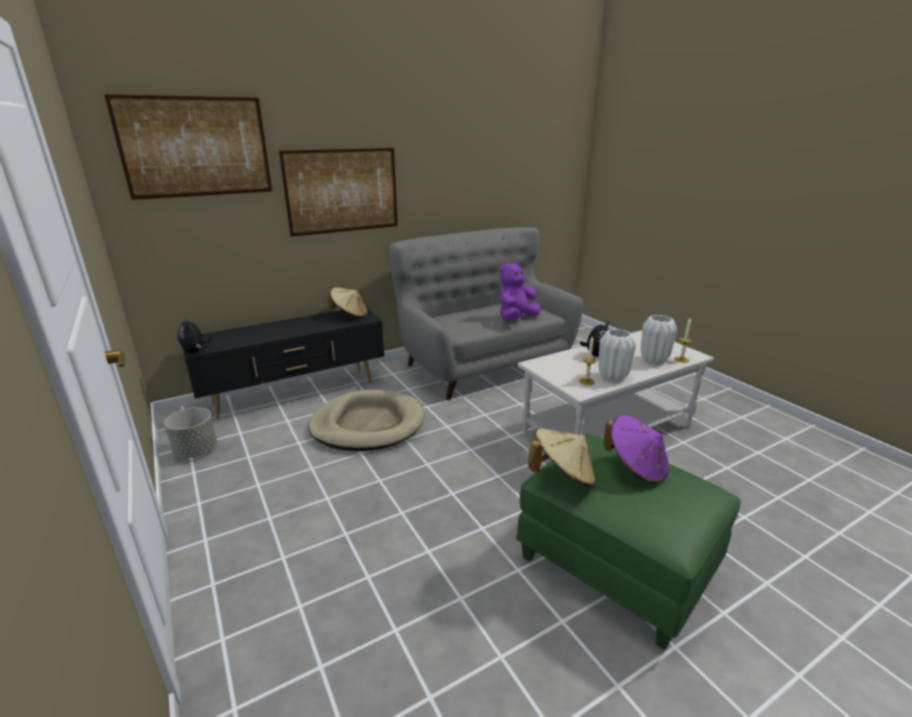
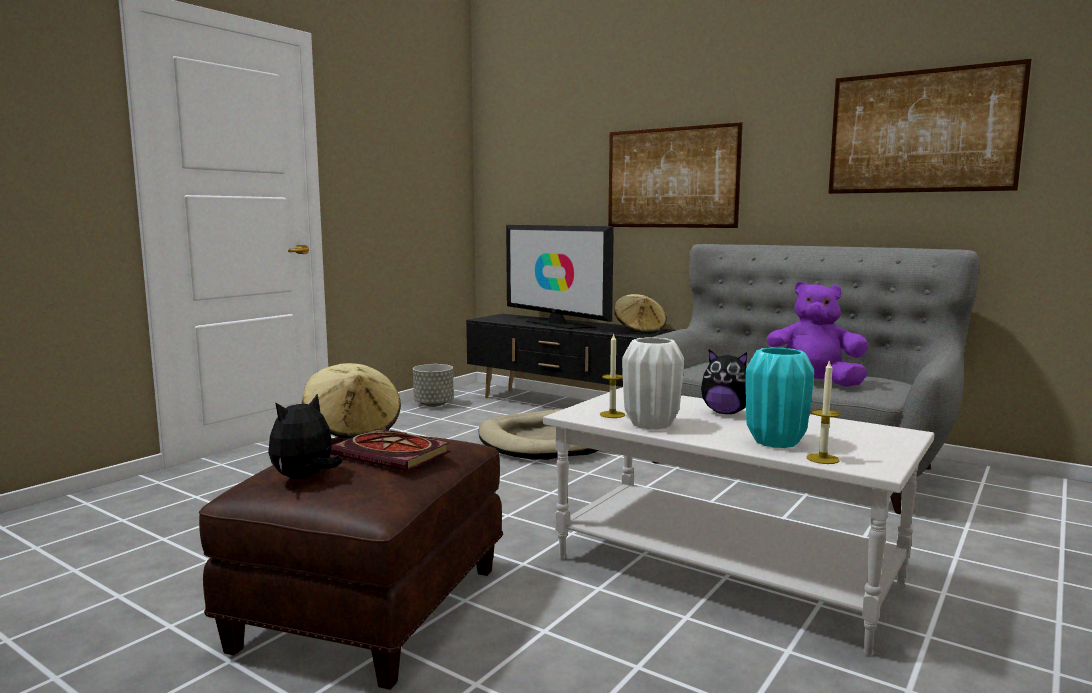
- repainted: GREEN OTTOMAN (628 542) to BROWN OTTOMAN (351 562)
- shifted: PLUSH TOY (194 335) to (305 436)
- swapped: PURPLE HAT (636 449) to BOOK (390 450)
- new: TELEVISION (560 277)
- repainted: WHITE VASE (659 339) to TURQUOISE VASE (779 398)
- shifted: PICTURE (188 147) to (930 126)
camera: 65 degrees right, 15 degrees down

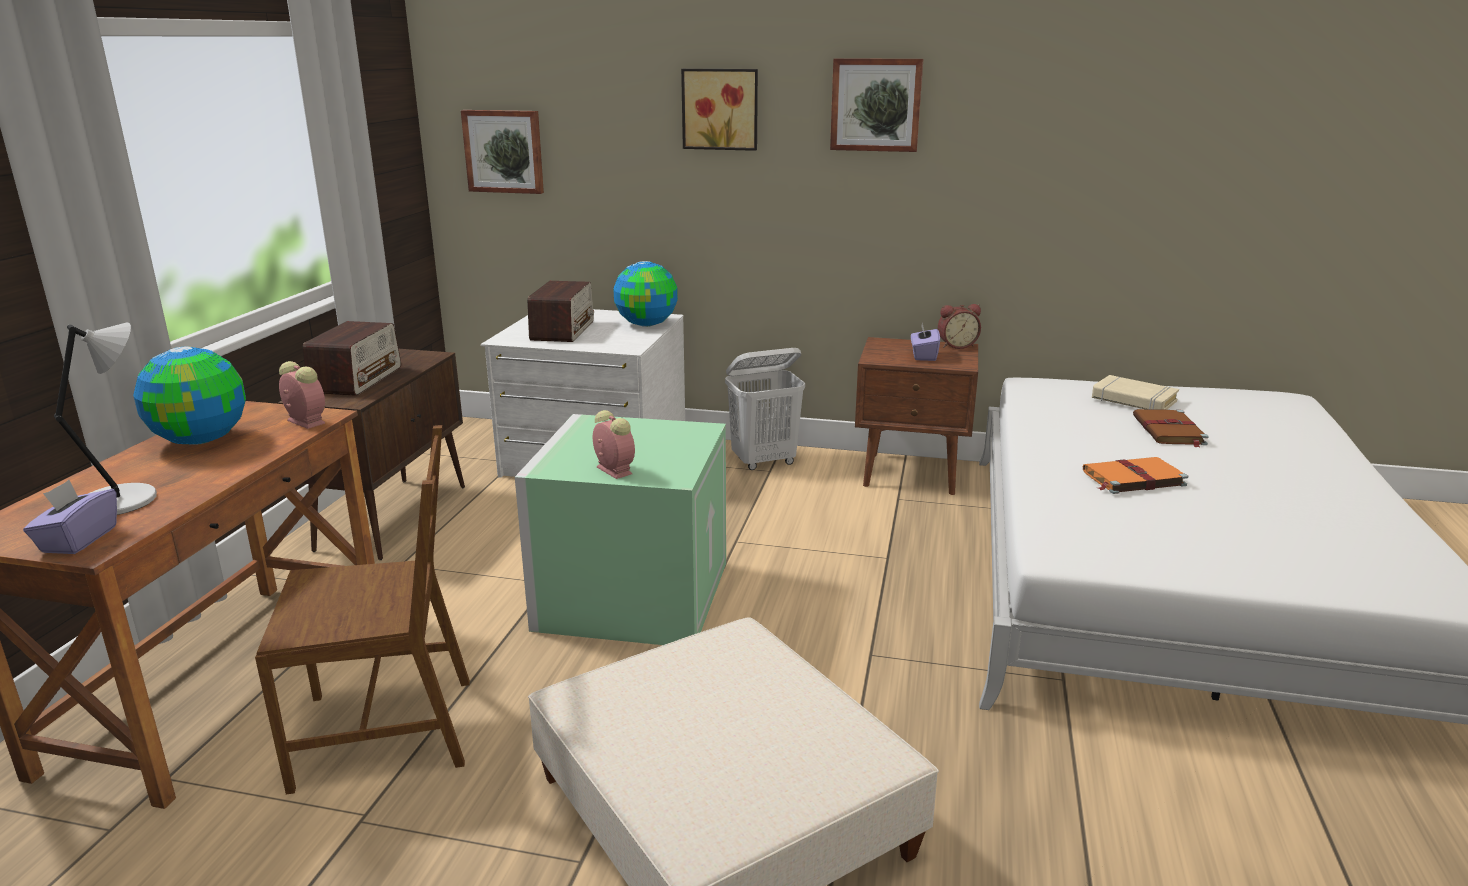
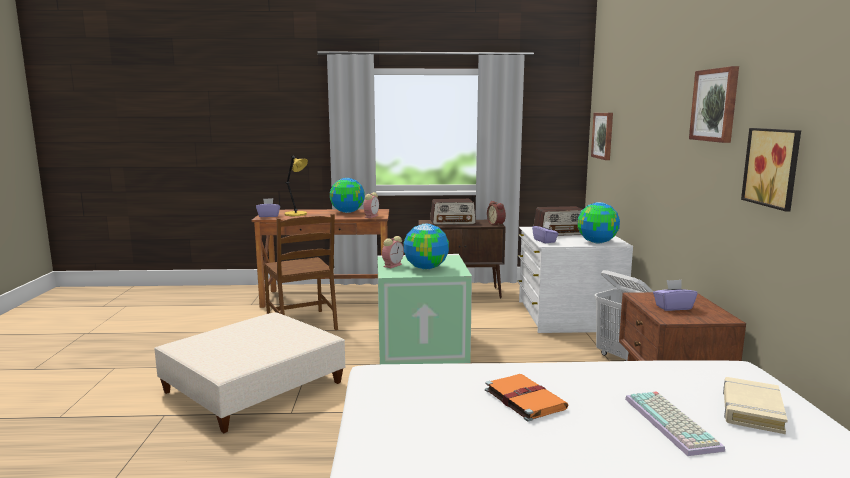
- repainted: GREY TABLE LAMP (105 418) to YELLOW TABLE LAMP (296 186)
- new: GLOBE (426 247)
- shifted: ALARM CLOCK (959 326) to (496 213)
- new: PURPLE TISSUE BOX (545 232)
- swapped: BROWN BOOK (1171 428) to KEYBOARD (675 423)
- shifted: PICTURE (719 110) to (771 169)
camera: 75 degrees right, 10 degrees down

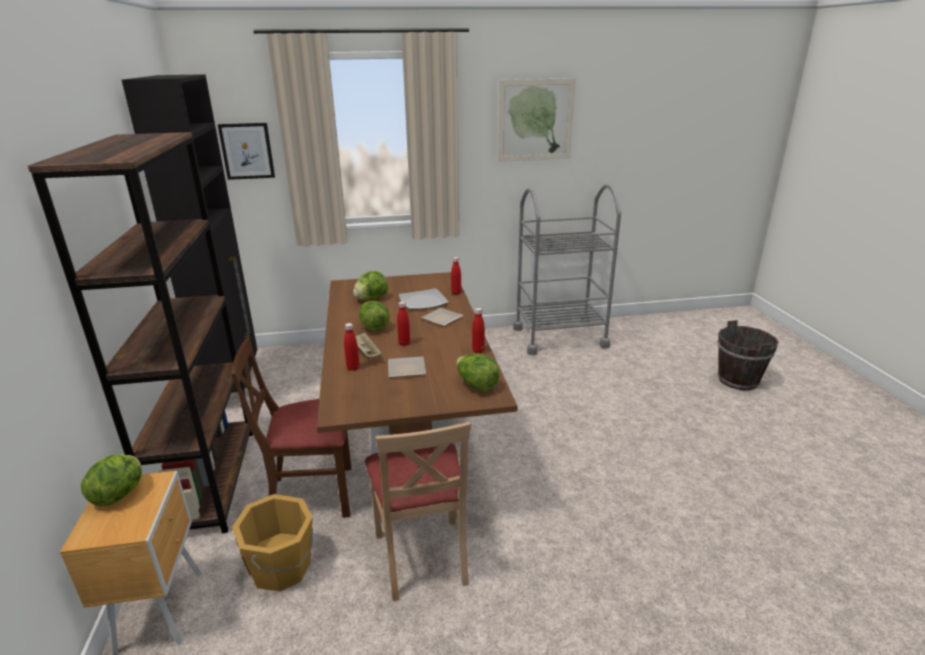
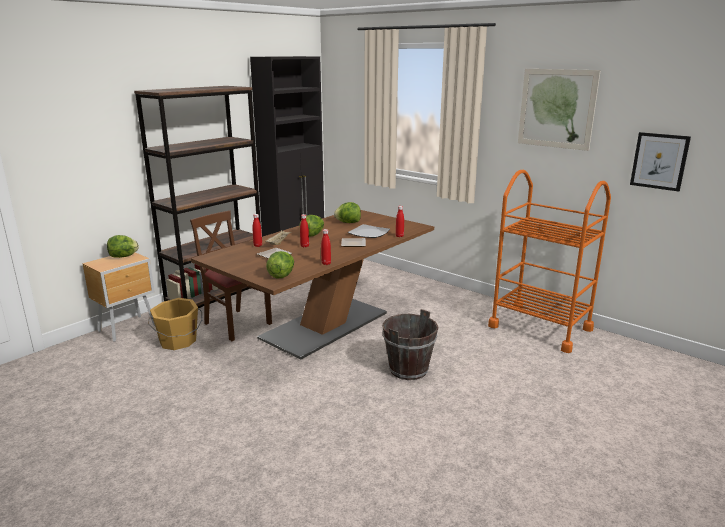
- shifted: BROWN BUCKET (748 355) to (410 344)
- repainted: GREY CART (567 269) to ORANGE CART (549 261)
- shifted: PICTURE (246 151) to (660 162)
- gone: BEIGE CHAIR (418 511)
camera: 50 degrees right, 5 degrees down

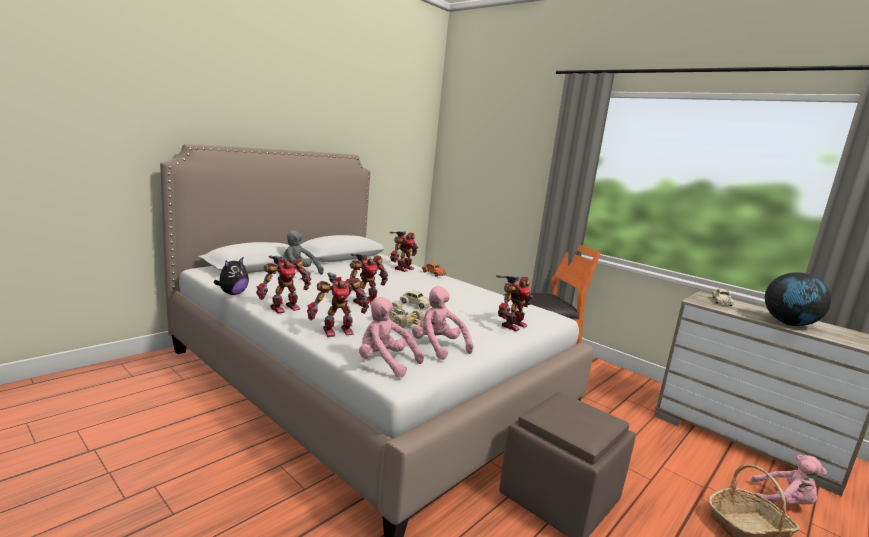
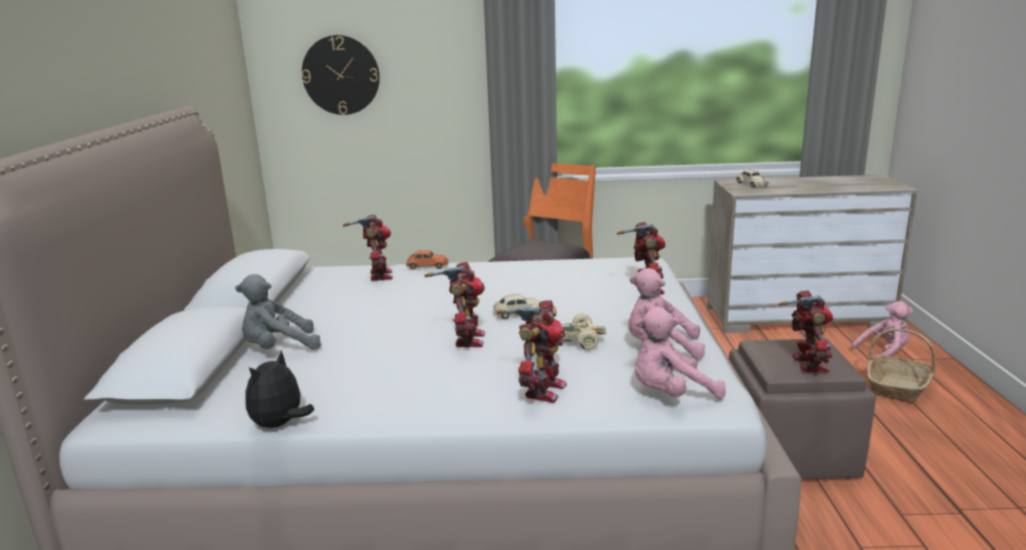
- rotated: PLUSH TOY (231 275) = (279 389) 135 degrees counterclockwise
- new: WALL CLOCK (341 75)
- shifted: TOY ROBOT (283 284) to (806 331)
- gone: GLOBE (798 299)
camera: 40 degrees left, 5 degrees up

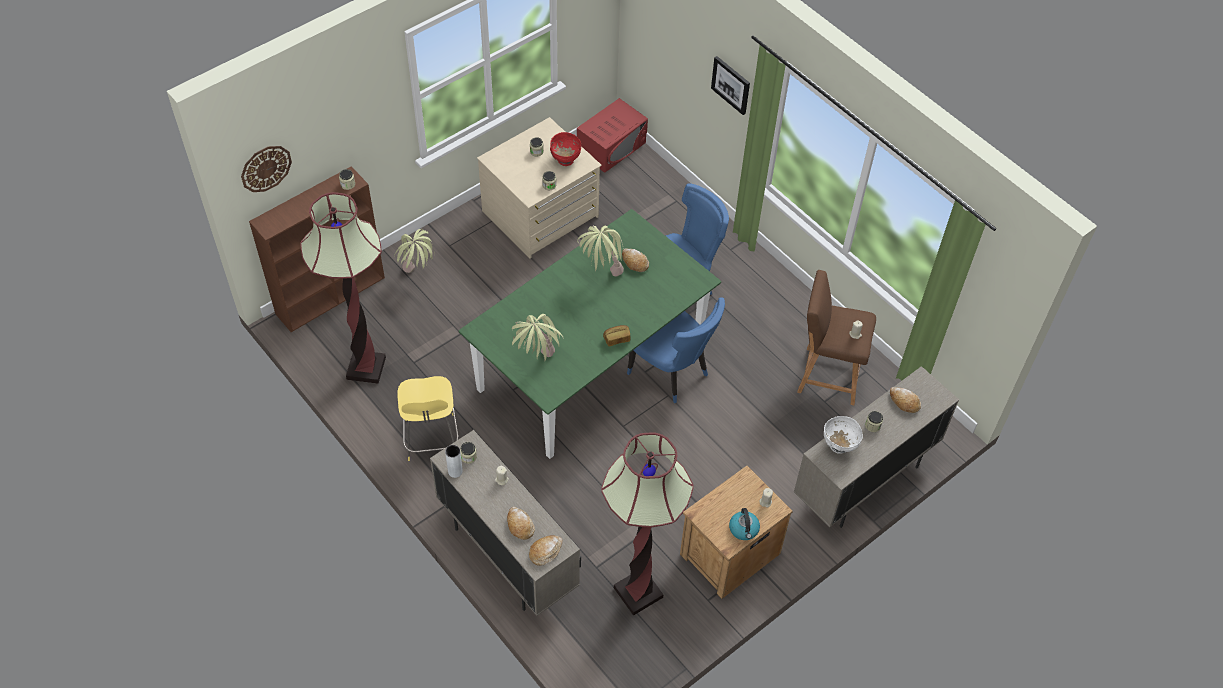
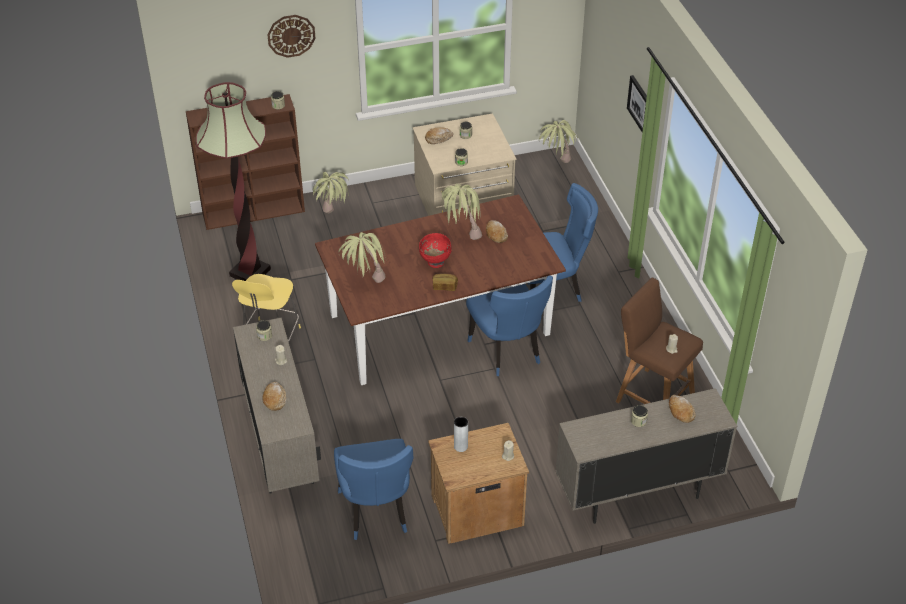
- shifted: WALL CLOCK (266 169) to (291 36)
- repainted: GREEN DINING TABLE (590 334) to BROWN DINING TABLE (440 289)
- swapped: FLOOR LAMP (647 524) to BLUE CHAIR (373 489)
- shifted: RED BOWL (565 149) to (435 250)
- shifted: BREAD (546 550) to (439 135)
- shifted: GREY VASE (454 461) to (461 434)
- swapped: RED MICROWAVE (612 135) to POTTED PLANT (558 141)
- gone: KETTLE (744 524)
- gone: WHITE BOWL (843 435)
camera: 25 degrees right, 10 degrees down

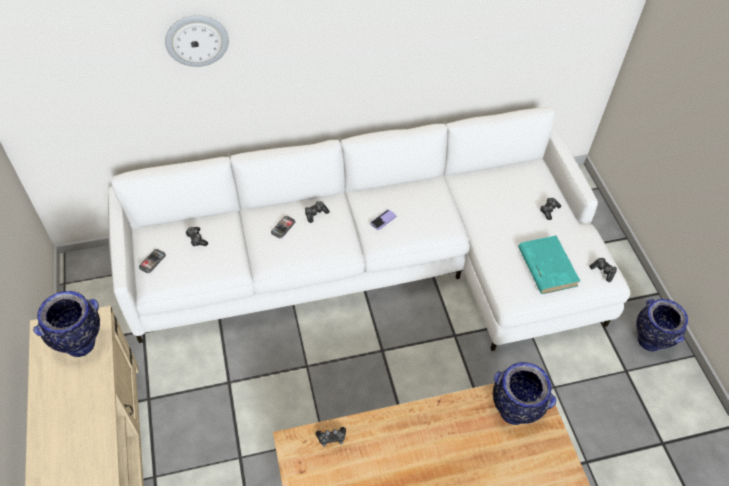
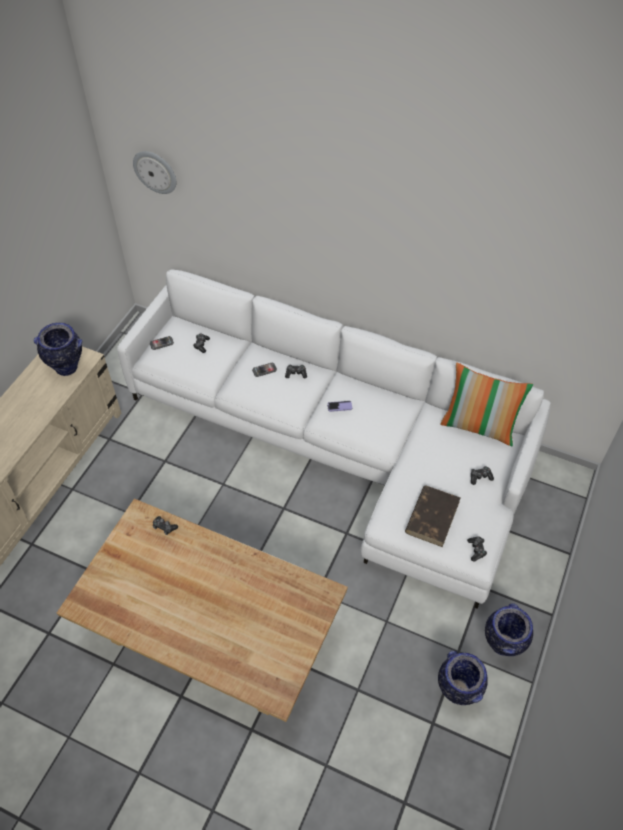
- shifted: WALL CLOCK (197 41) to (154 172)
- repainted: TURQUOISE BOOK (549 265) to BROWN BOOK (432 516)
- shifted: VASE (524 393) to (463 677)
- new: PILLOW (486 404)
camera: 40 degrees right, 0 degrees up

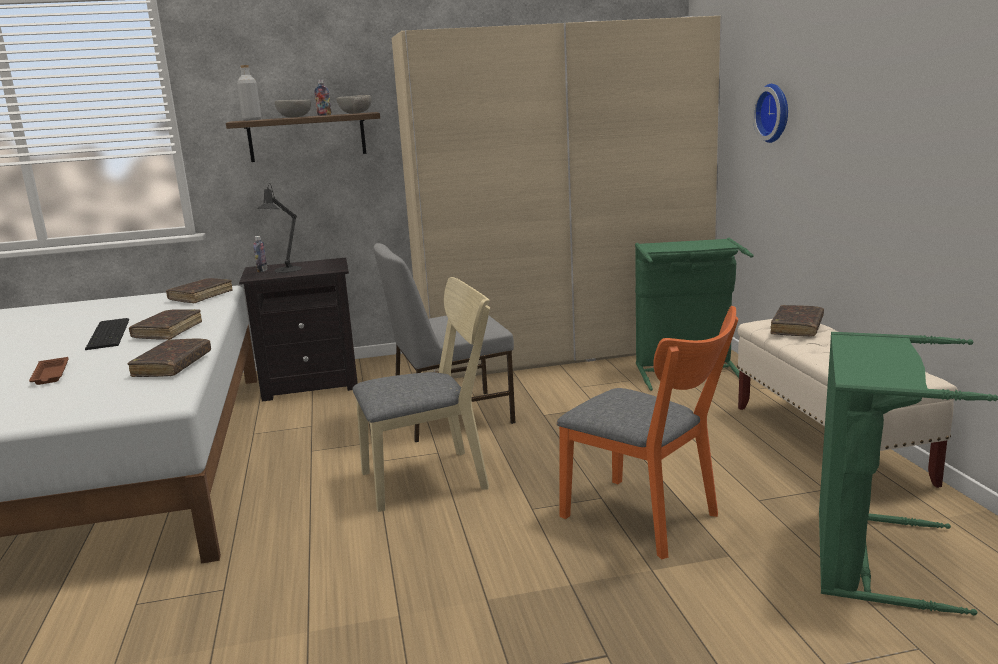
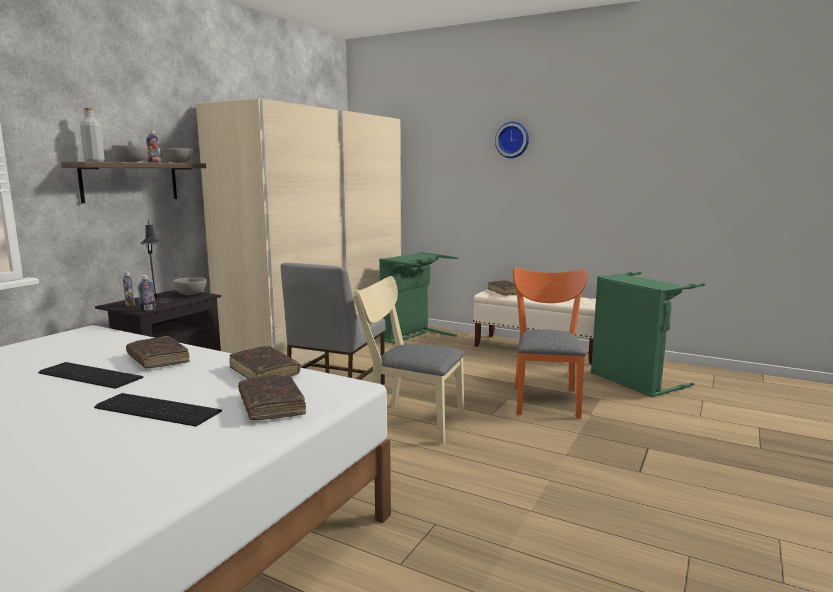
- swapped: BROWN TRAY (49 371) to KEYBOARD (158 410)
- new: BOTTLE (147 293)
- new: GREY BOWL (190 286)
- shifted: BROWN BOOK (199 290) to (272 396)
- rotated: BEIGE CHAIR (421 394) = (409 360) 90 degrees counterclockwise
- shifted: WALL CLOCK (770 113) to (512 140)
- rotated: ORANGE CHAIR (647 433) = (550 343) 75 degrees counterclockwise
camera: 50 degrees left, 5 degrees down

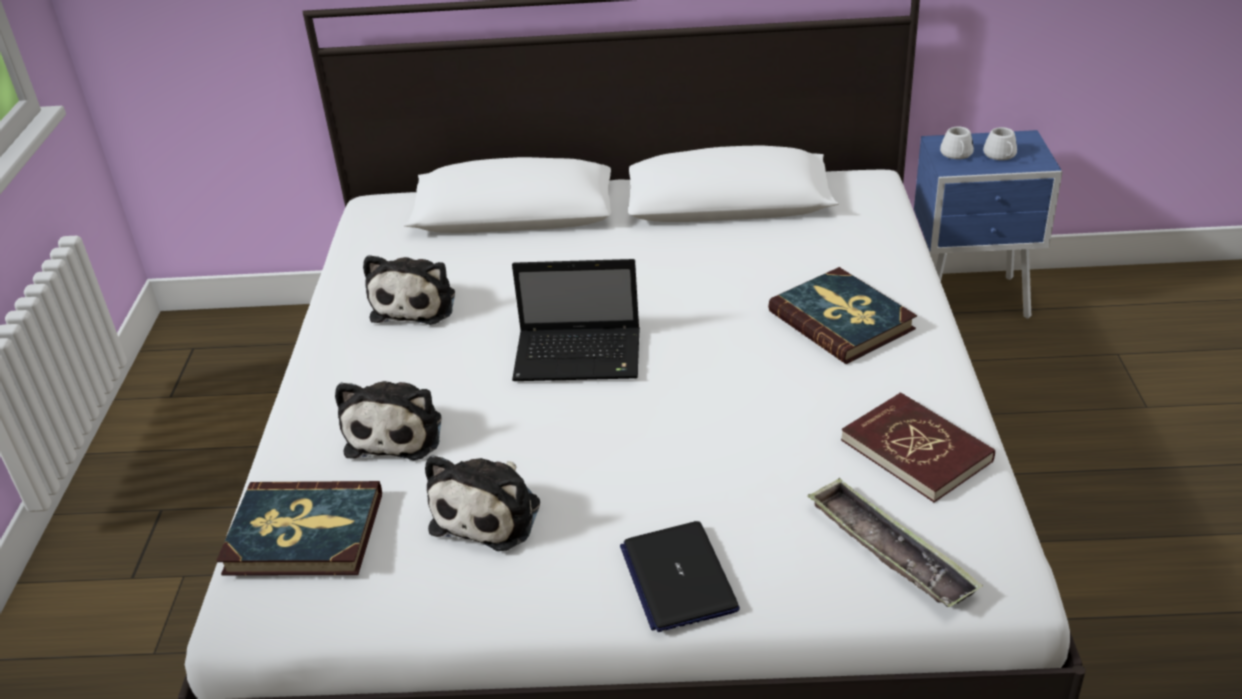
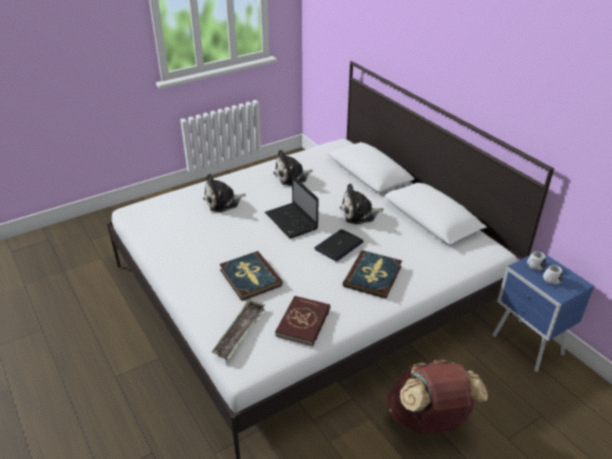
- shifted: BOOK (299 528) to (251 276)
- shifted: LAPTOP (680 576) to (339 245)
- shifted: PLUSH TOY (482 503) to (361 204)
- new: BROWN BACKPACK (437 397)
camera: 55 degrees right, 0 degrees up

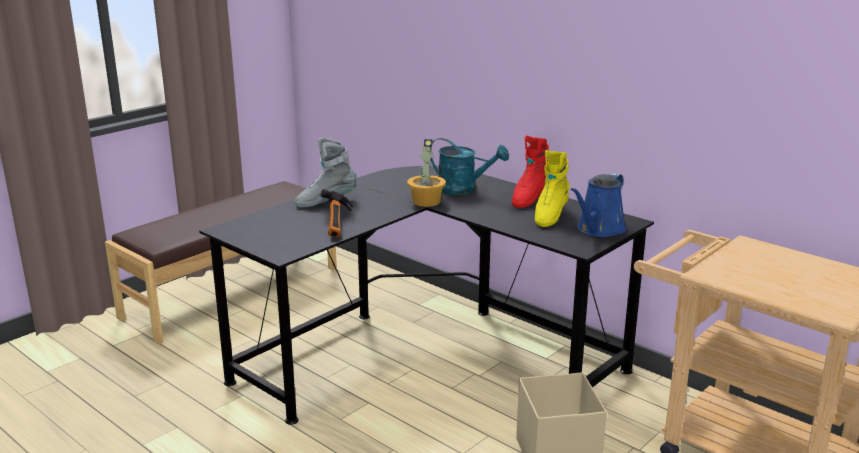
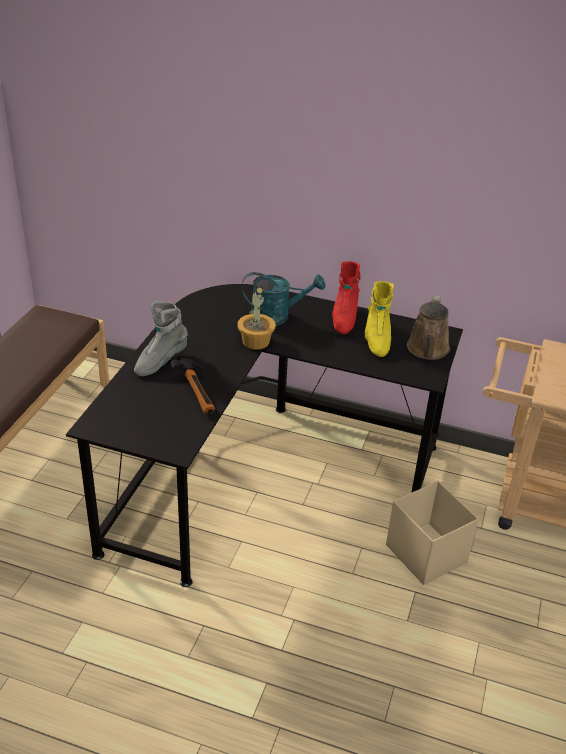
- repainted: BLUE WATERING CAN (598 205) to BROWN WATERING CAN (428 327)
camera: 25 degrees left, 15 degrees up

